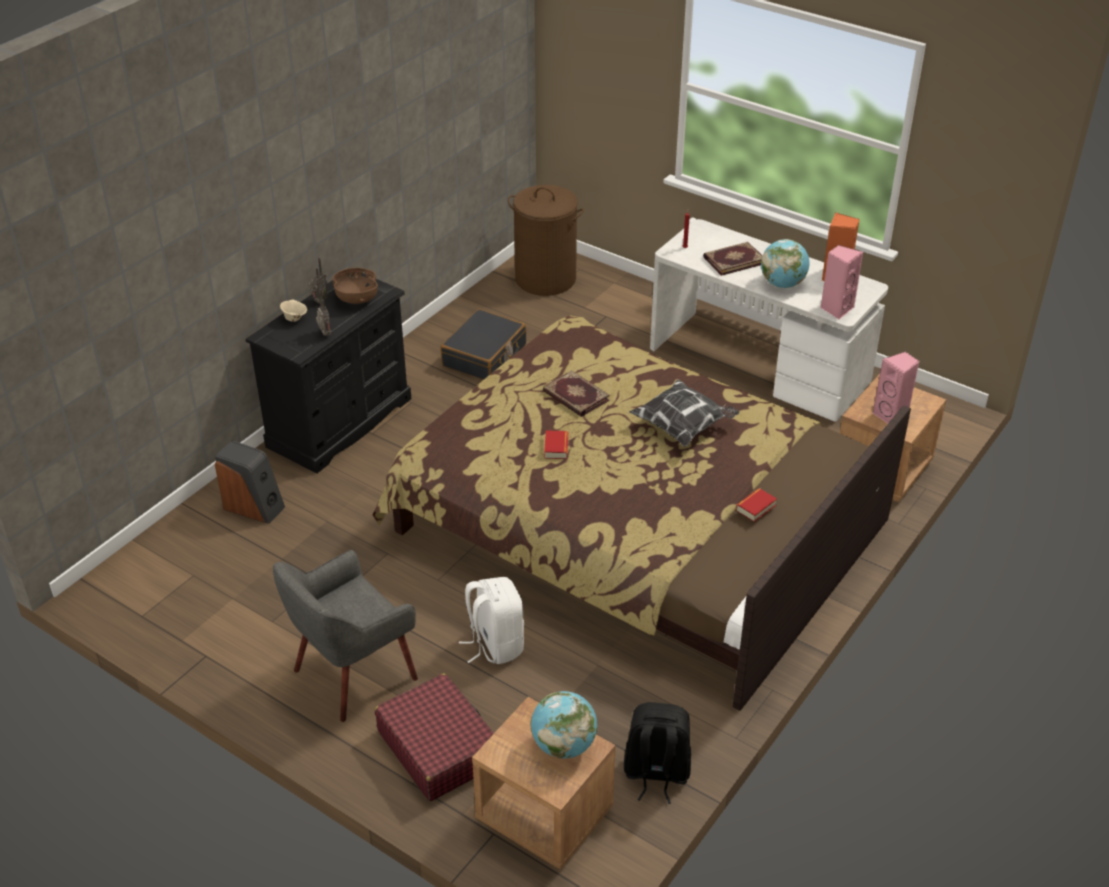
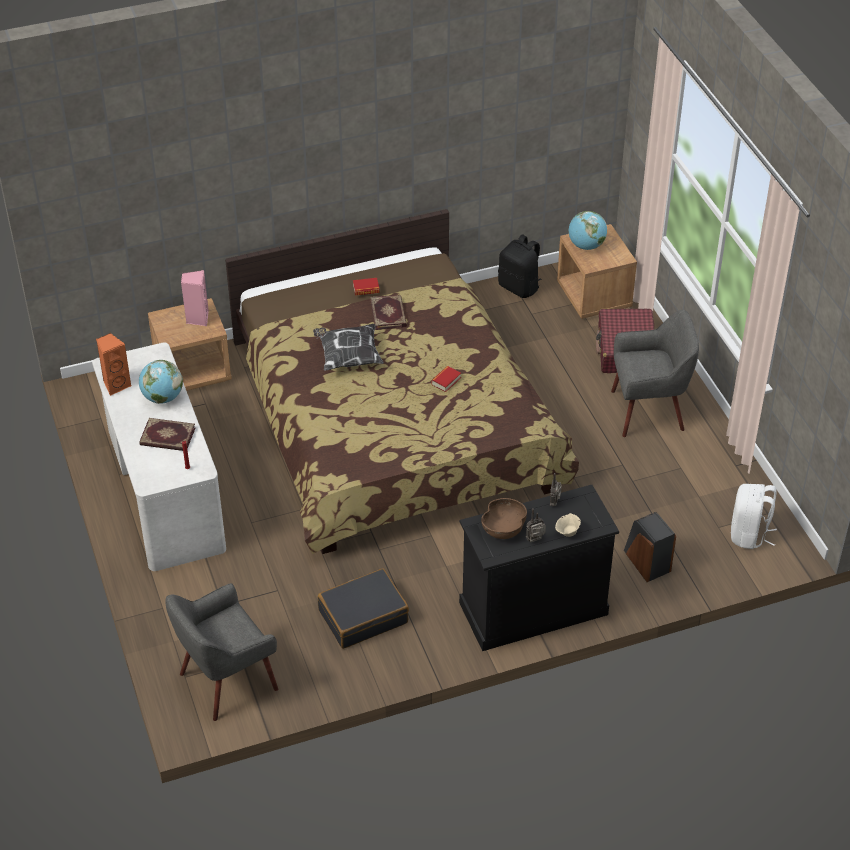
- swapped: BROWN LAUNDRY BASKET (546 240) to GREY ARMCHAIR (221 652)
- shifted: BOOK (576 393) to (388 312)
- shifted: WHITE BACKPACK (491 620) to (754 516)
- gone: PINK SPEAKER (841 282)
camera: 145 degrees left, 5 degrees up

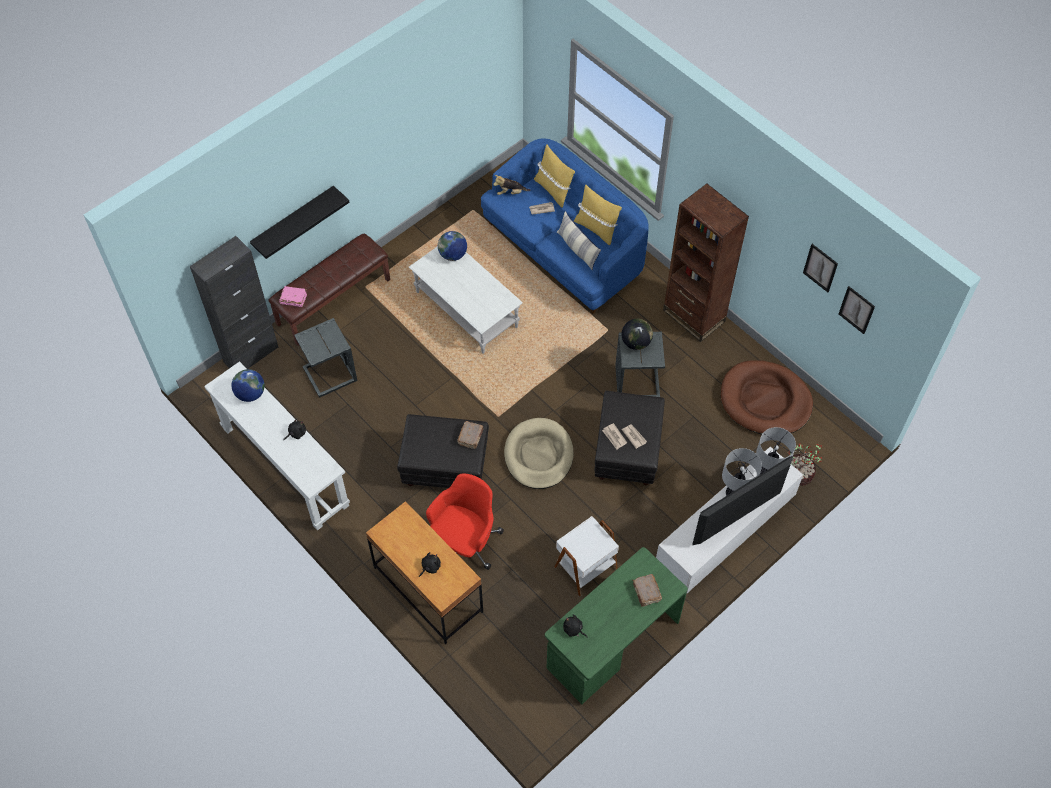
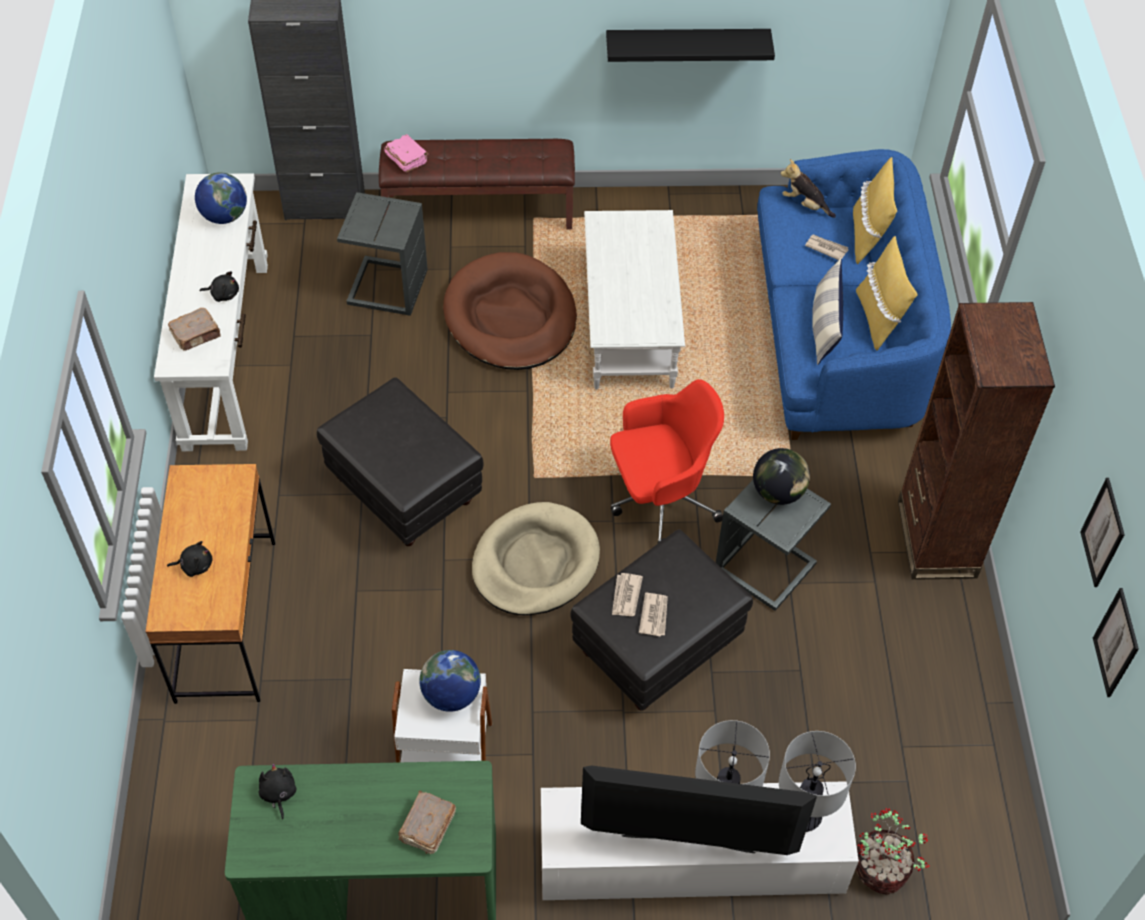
- shifted: BROWN BOOK (470 435) to (194 329)
- shifted: GLOBE (452 246) to (450 681)
- shifted: BROWN DOG BED (767 397) to (510 311)
- shifted: BLACK SHELF (300 222) to (690 45)
- shifted: RED OFFICE CHAIR (465 522) to (667 461)
camera: 40 degrees right, 5 degrees down

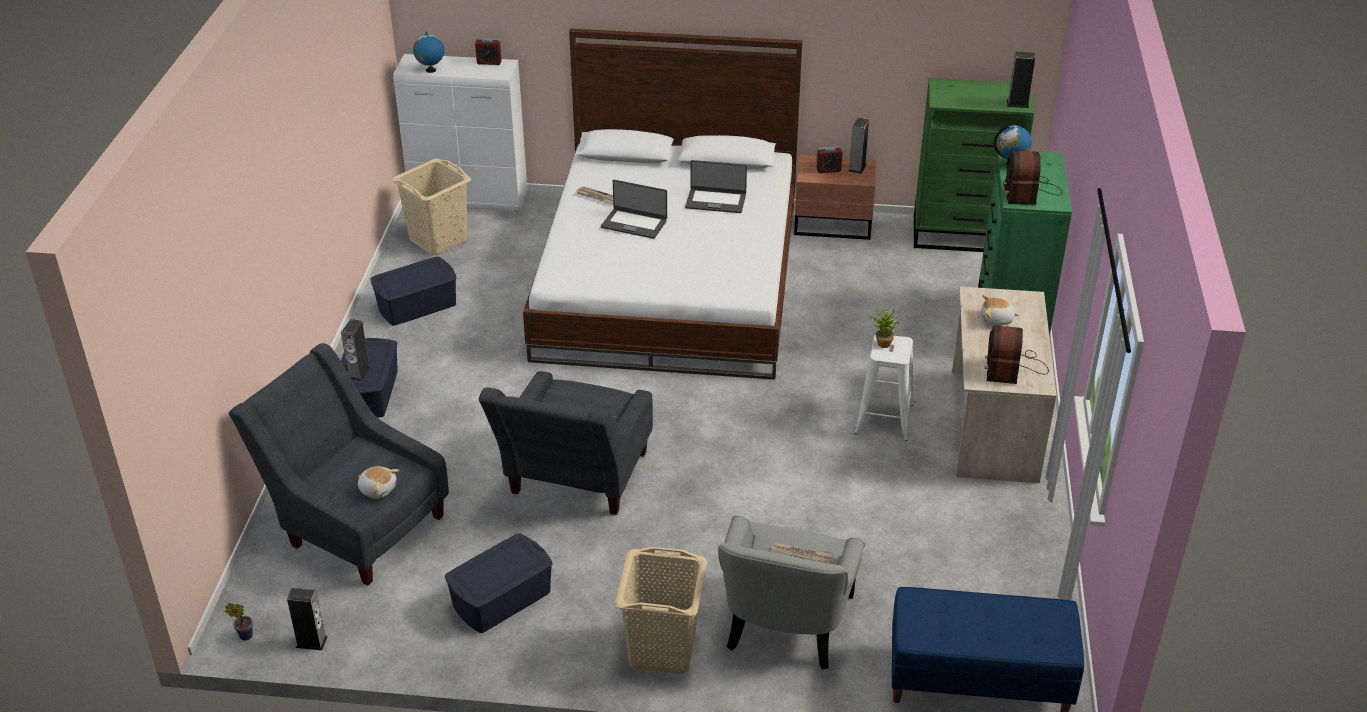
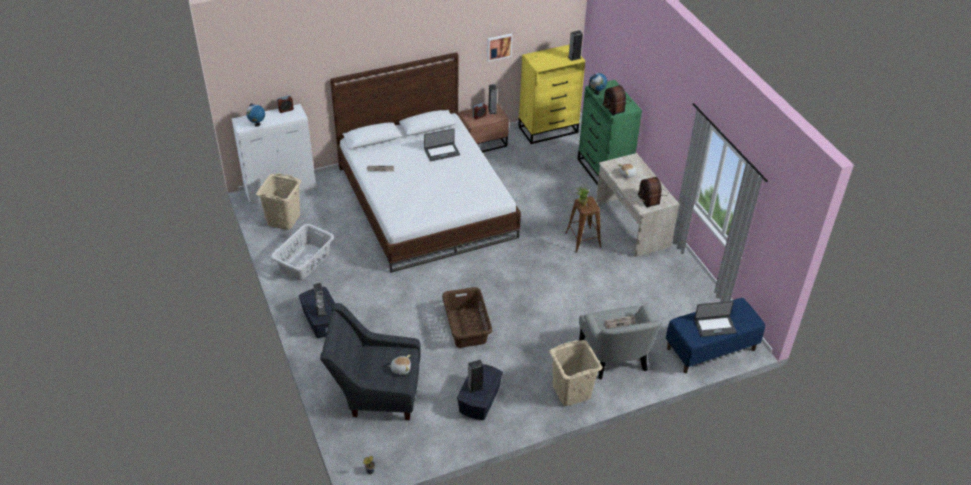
- swapped: BLUE STORAGE BOX (413 291) to GREY LAUNDRY BASKET (302 252)
- swapped: GREY ARMCHAIR (566 443) to BROWN LAUNDRY BASKET (467 317)
- shifted: SPEAKER (307 619) to (475 376)
- new: PICTURE (500 48)
- repainted: GREEN DRESSER (973 165) to YELLOW DRESSER (551 94)
- repainted: WHITE STOOL (883 387) to BROWN STOOL (583 224)
- shifted: LAPTOP (634 209) to (715 319)
camera: 30 degrees left, 5 degrees up

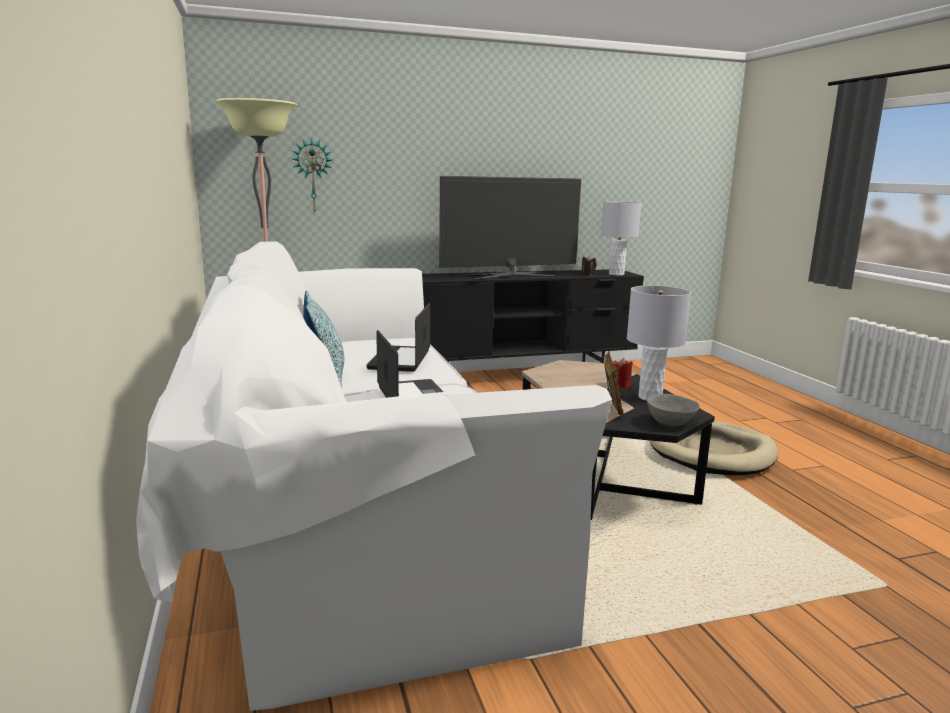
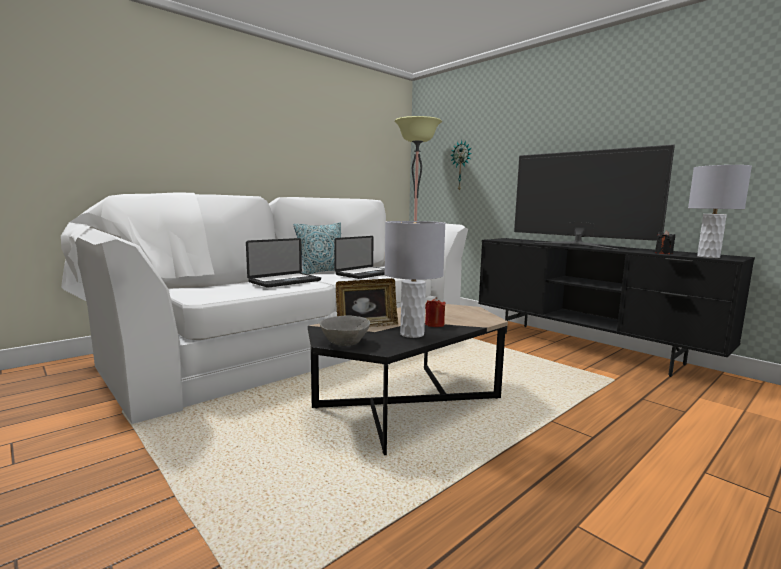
- rotated: LAPTOP (398 337) = (359 257) 150 degrees clockwise
- gone: BEIGE DOG BED (714 447)
camera: 65 degrees right, 5 degrees down

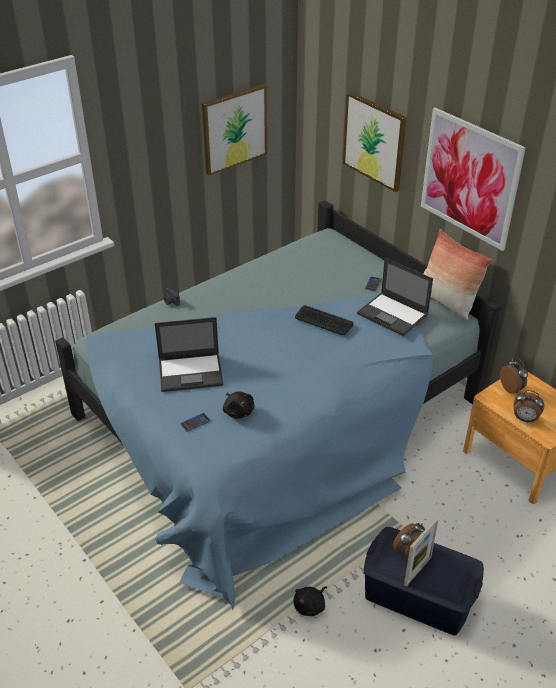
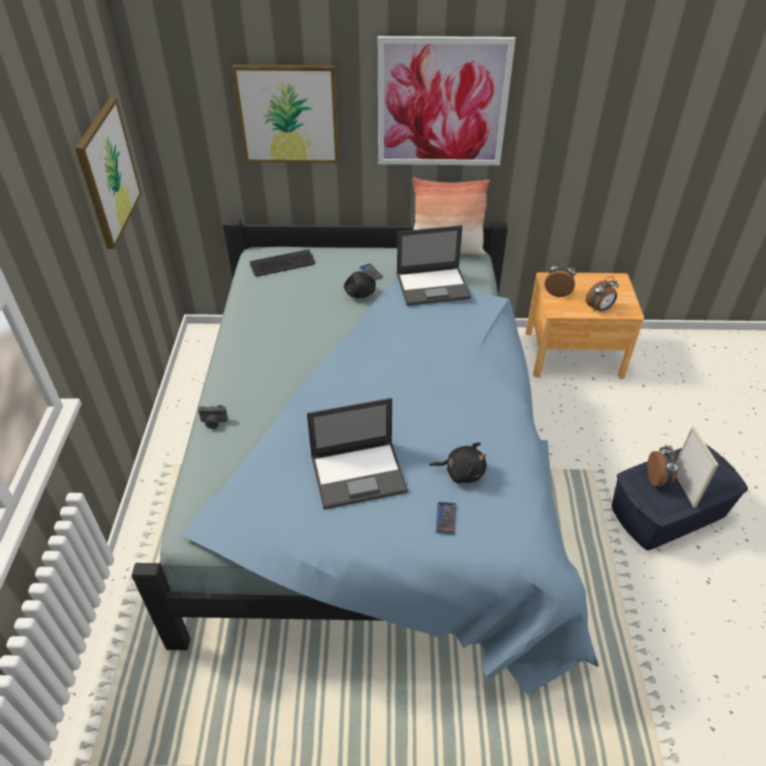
- shifted: KEYBOARD (324 320) to (282 262)
- rotated: LAPTOP (189 354) = (357 453) 45 degrees clockwise
- shifted: BLACK PLUSH TOY (310 601) to (360 284)
camera: 50 degrees left, 5 degrees up

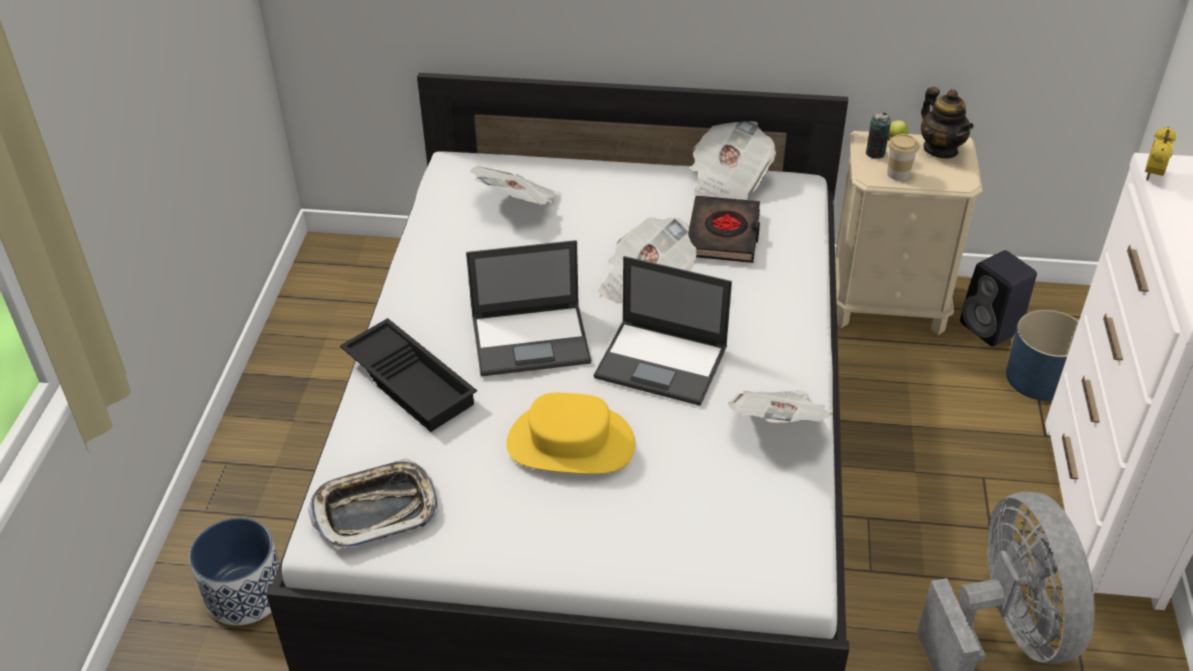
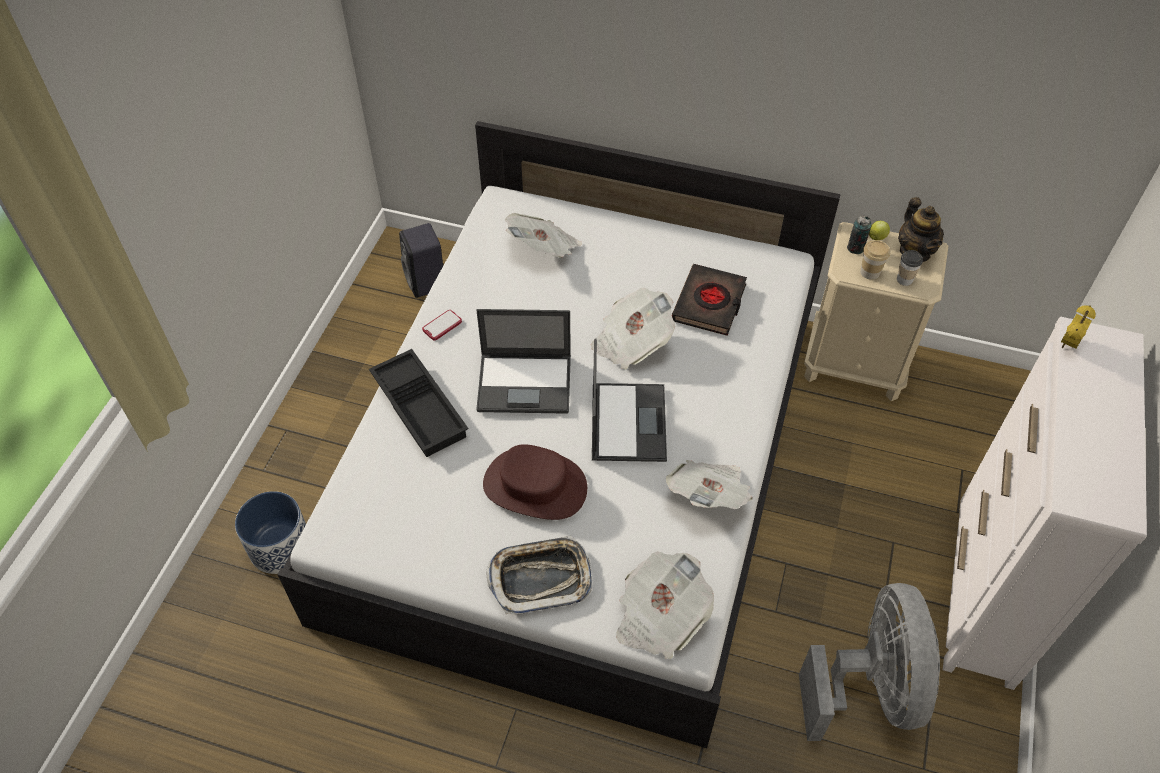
- shifted: BLACK SPEAKER (998 298) to (421 260)
- new: PHONE (442 325)
- repainted: YELLOW HAT (570 433) to BROWN HAT (535 482)
- shifted: TRAY (373 504) to (539 574)
- rotated: LAPTOP (663 331) = (629 400) 120 degrees counterclockwise
- shifted: NEWSPAPER (733 160) to (665 605)
- new: CUP (910 268)
- gone: BLUE PLANTER (1042 355)
camera: 10 degrees right, 10 degrees up

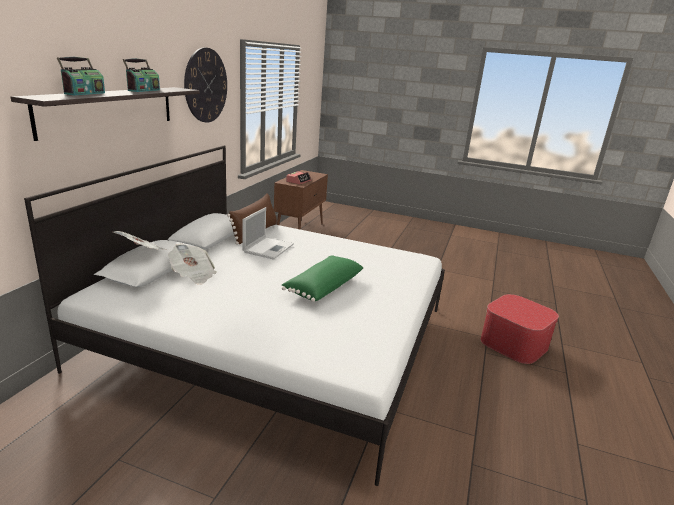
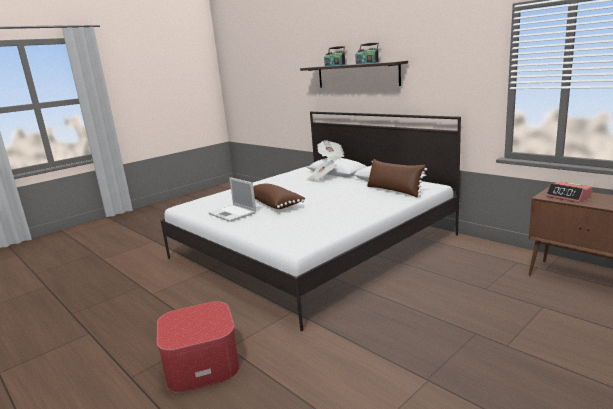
- shifted: LAPTOP (268 233) to (232 199)
- repainted: GREEN PILLOW (322 279) to BROWN PILLOW (279 196)
- gone: WALL CLOCK (205 85)
camera: 120 degrees right, 5 degrees down

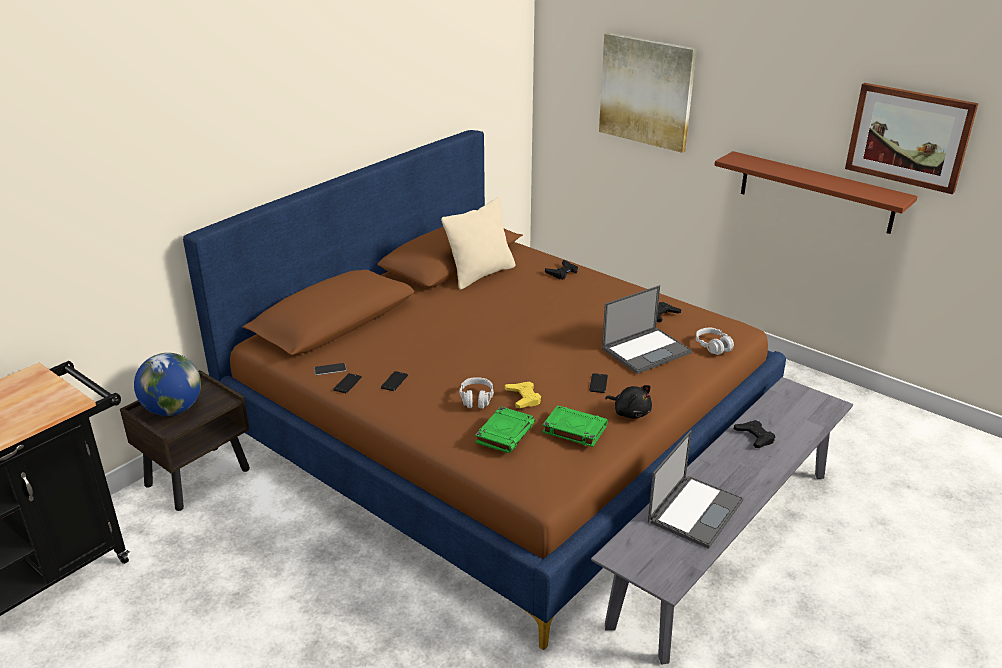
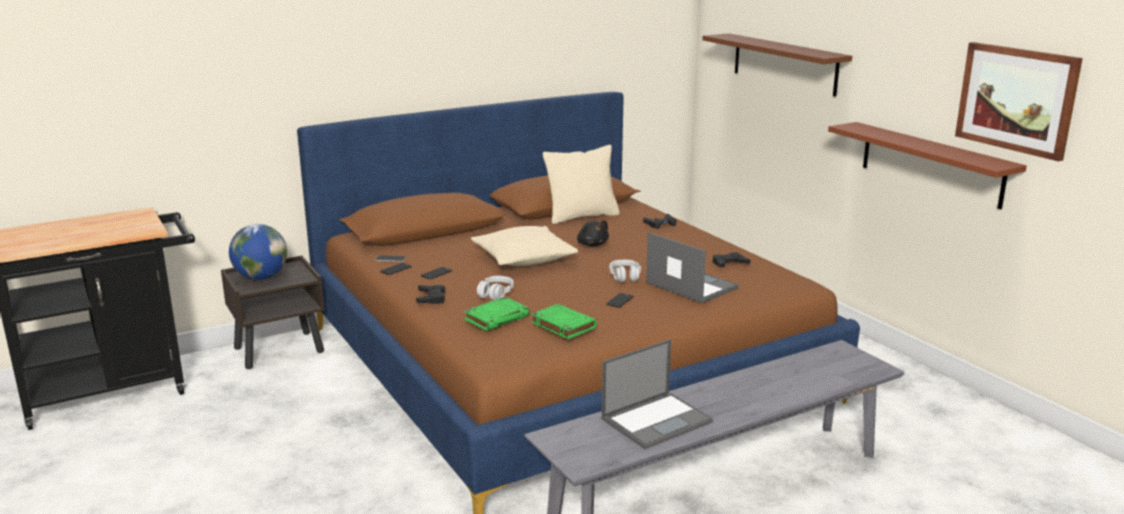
- shifted: BLACK GAME CONTROLLER (754 434) to (430 294)
- new: BEIGE PILLOW (524 246)
- shifted: BLACK PLUSH TOY (628 402) to (593 233)
- shifted: GREY HEADPHONES (715 341) to (625 271)
- rotated: LAPTOP (647 329) = (692 268) 120 degrees counterclockwise
- swapped: PICTURE (647 93) to BROWN SHELF (777 64)
- gone: YELLOW GAME CONTROLLER (523 394)
camera: 20 degrees right, 10 degrees down

